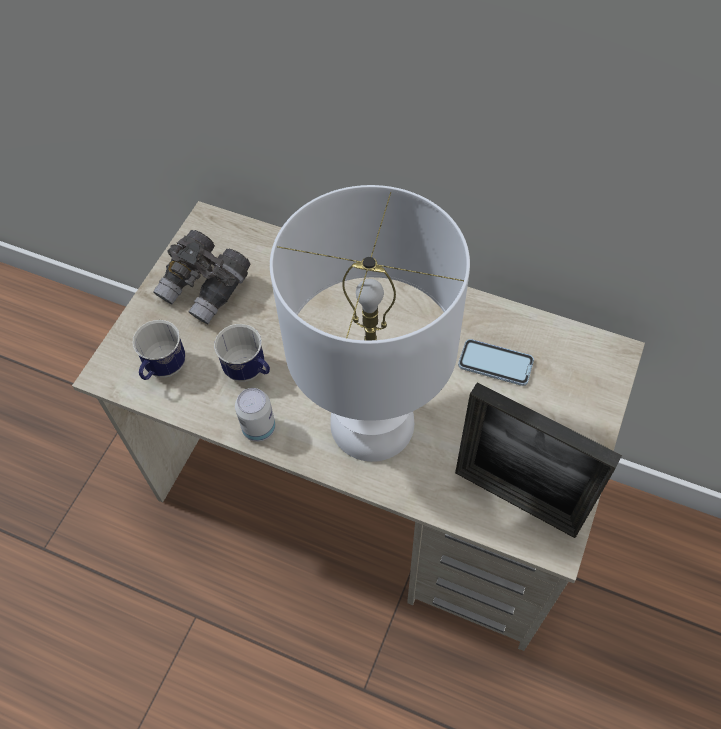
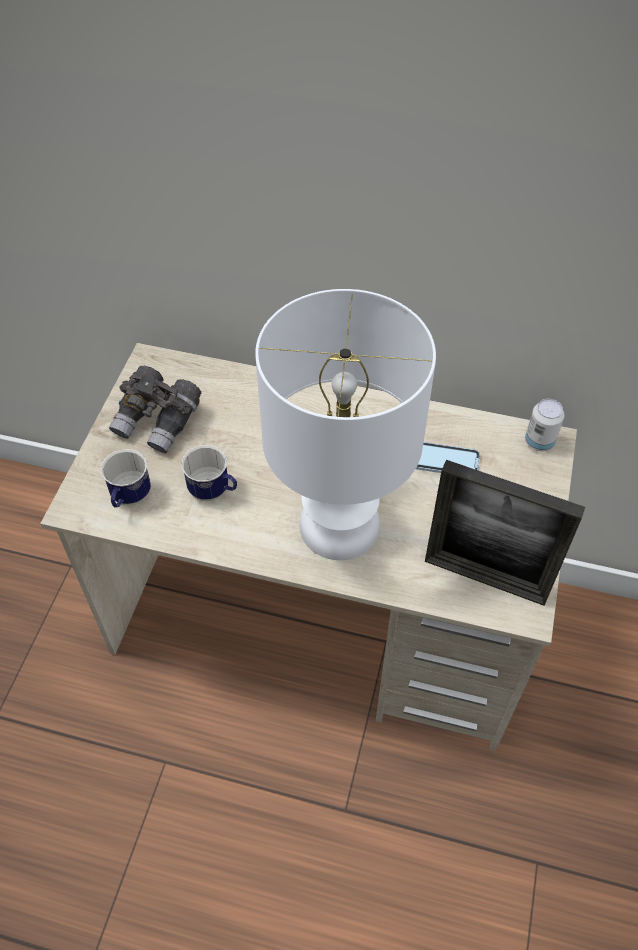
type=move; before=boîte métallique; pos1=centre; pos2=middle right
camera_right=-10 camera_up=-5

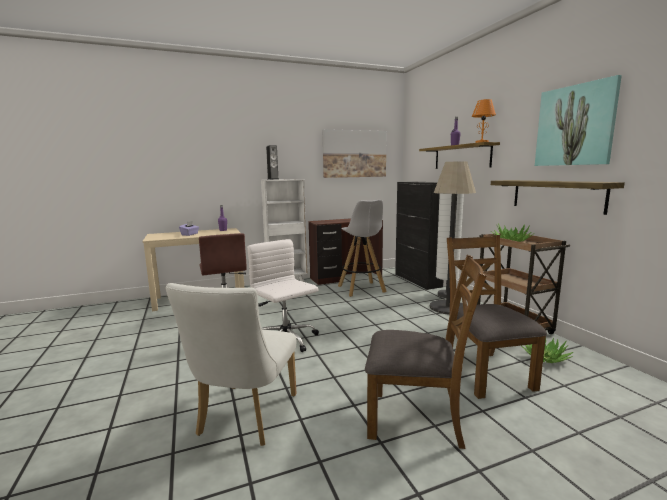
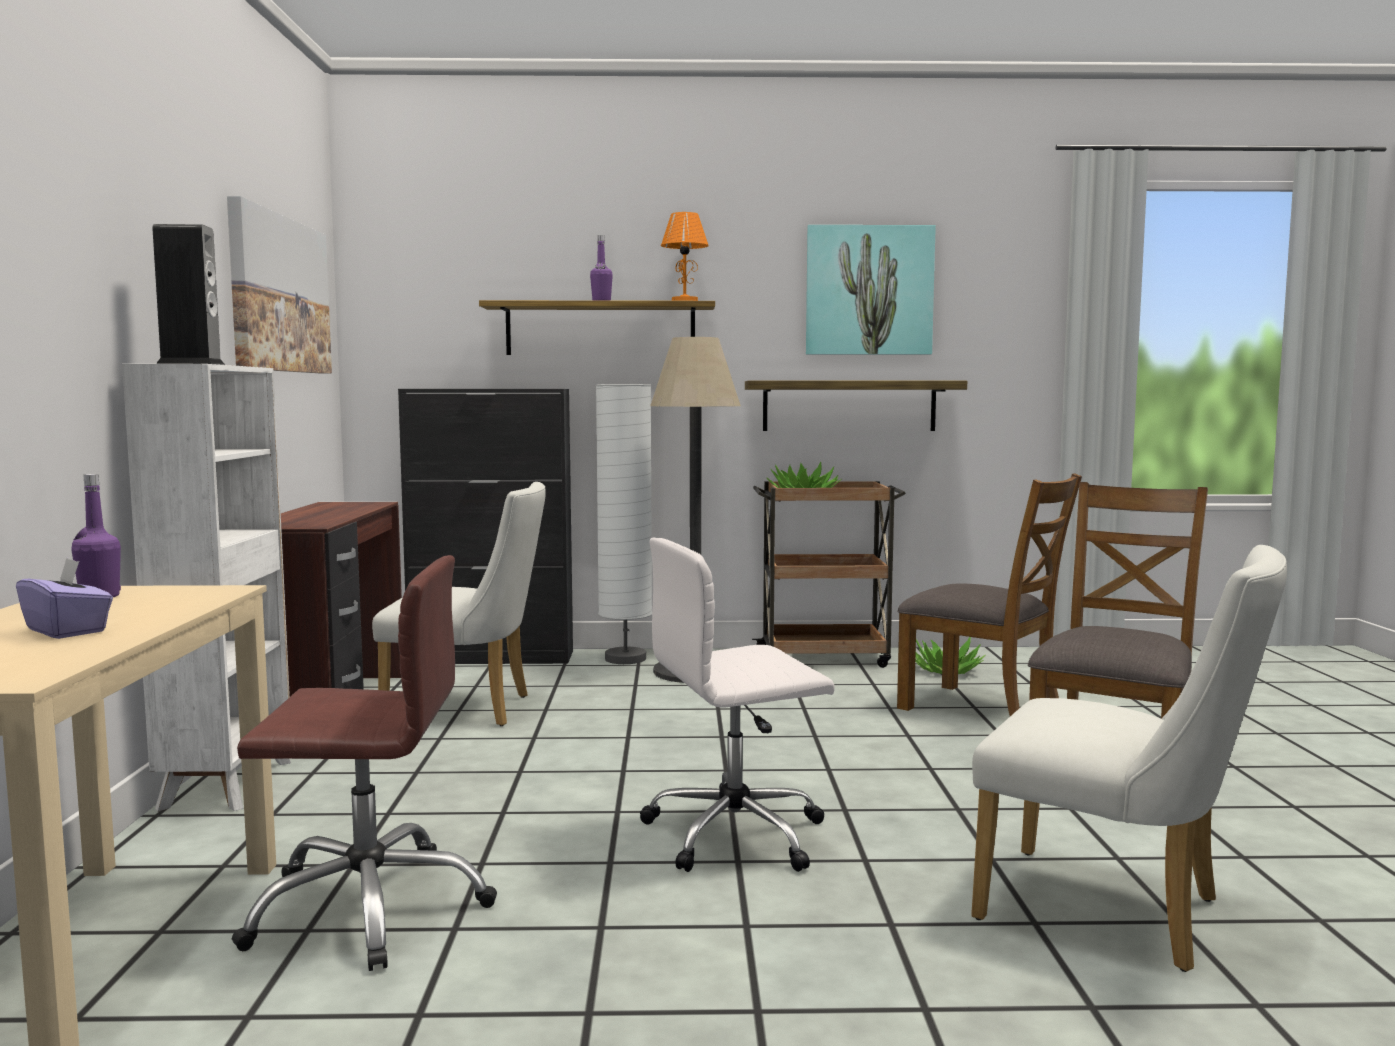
type=replace; before=tabouret (blanc); after=chaise (blanc) (1st from left); pos1=centre; pos2=middle left
type=rotate; before=chaise (marron) (2nd from left in the first image); pos1=middle right; pos2=middle right; turn=-150
camera_right=-70 camera_up=-5

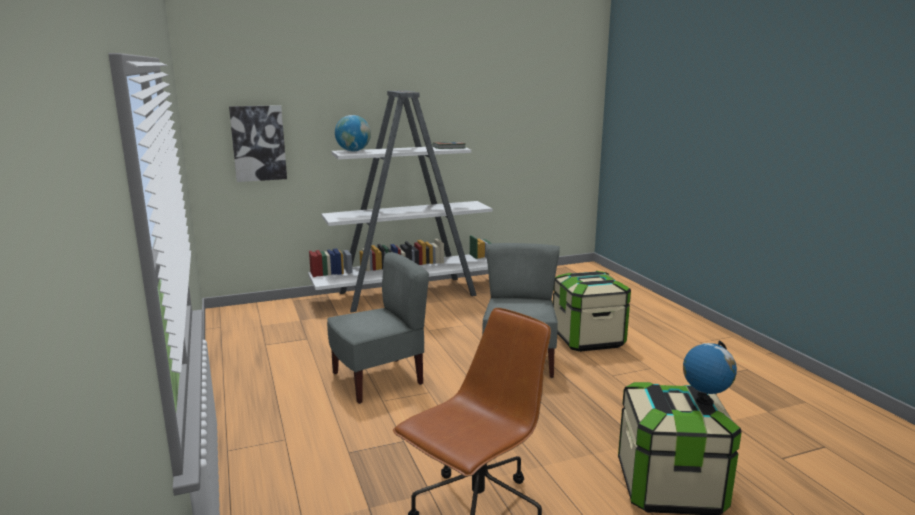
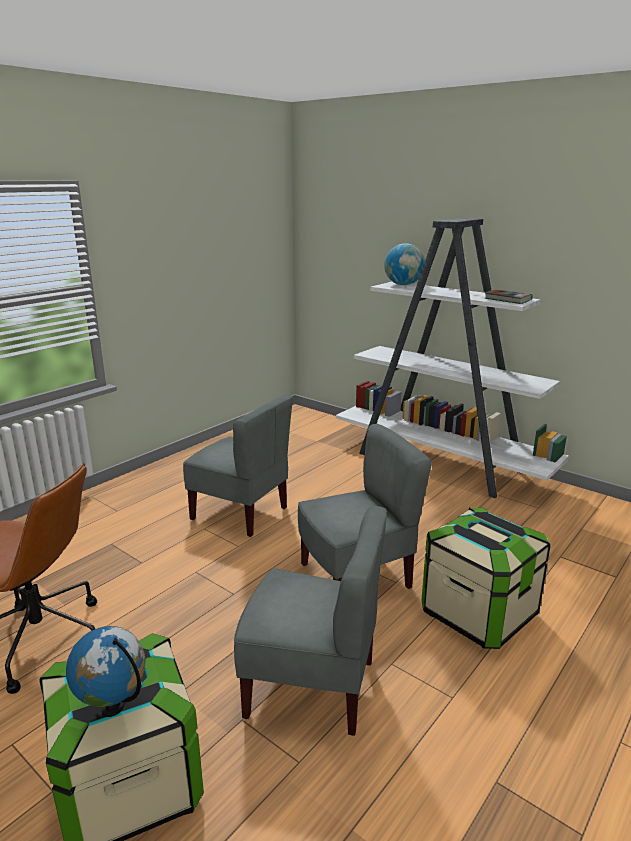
type=delete; before=tableau; pos1=top left
type=insert; after=chaise (gris) (2nd from left); pos2=bottom centre
camera_right=60 camera_up=5

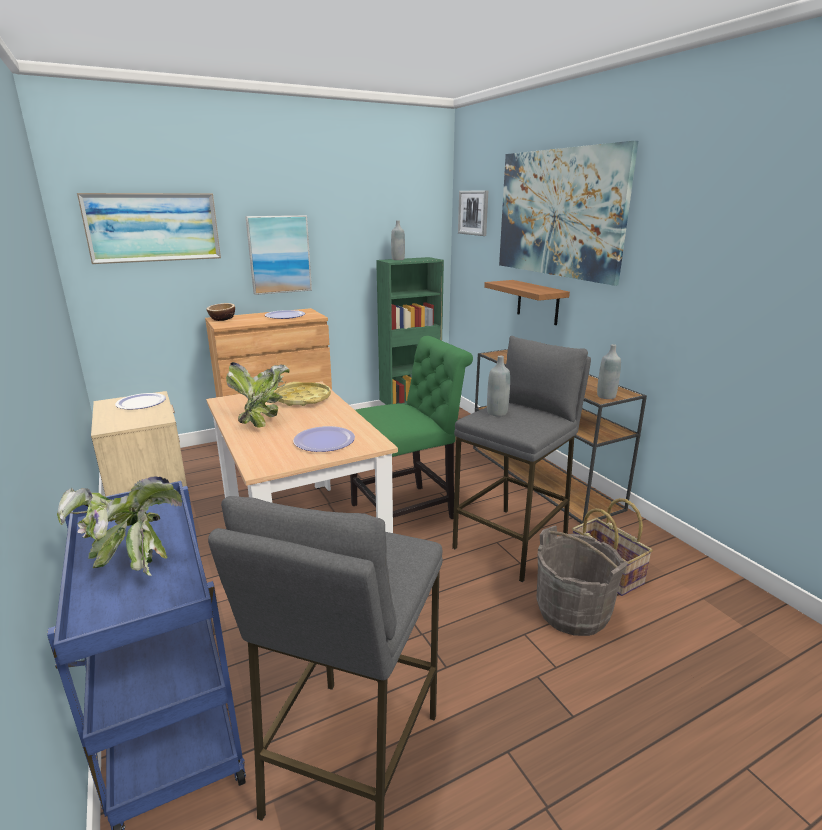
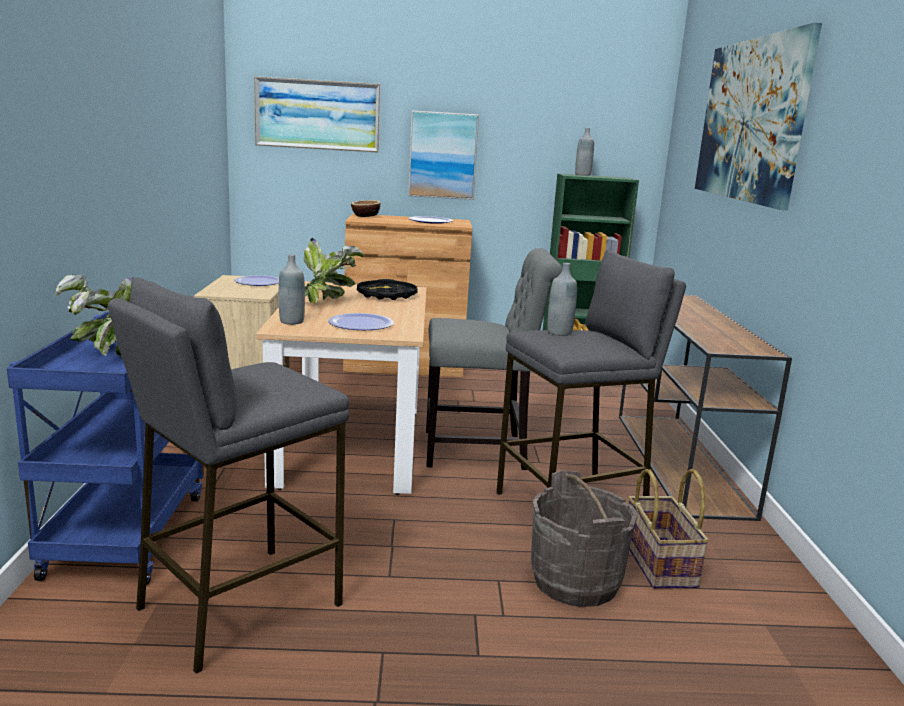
type=delete; before=tableau (3rd from left); pos1=top centre
type=delete; before=étagère; pos1=centre
type=recolor; before=chaise (vert); after=chaise (gris); pos1=centre; pos2=centre
type=move; before=bouteille (gris) (3rd from left in the first image); after=bouteille (gris) (1st from left); pos1=middle right; pos2=middle left
type=recolor; before=plateau (jaune); after=plateau (noir); pos1=centre; pos2=centre
camera_right=25 camera_up=-5

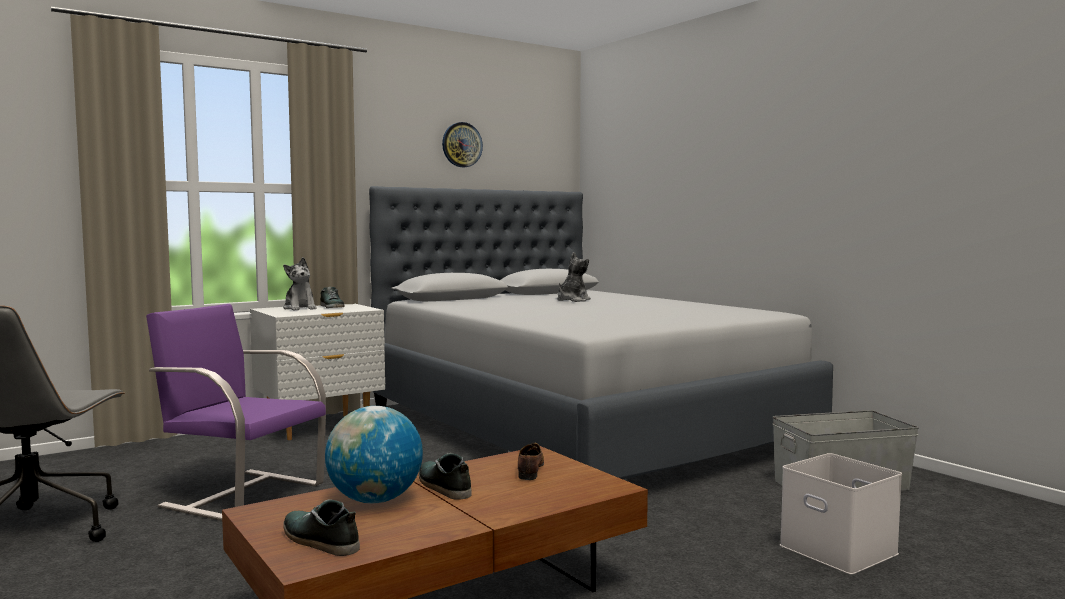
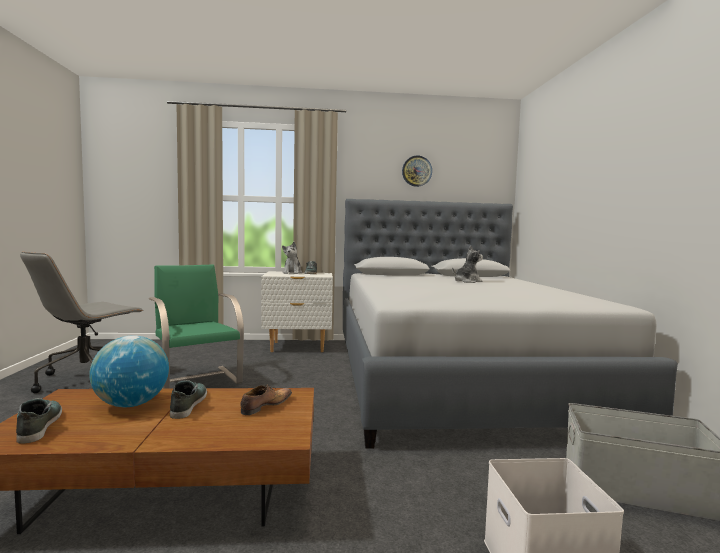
type=recolor; before=chaise (violet); after=chaise (vert); pos1=bottom left; pos2=middle left
camera_right=30 camera_up=0

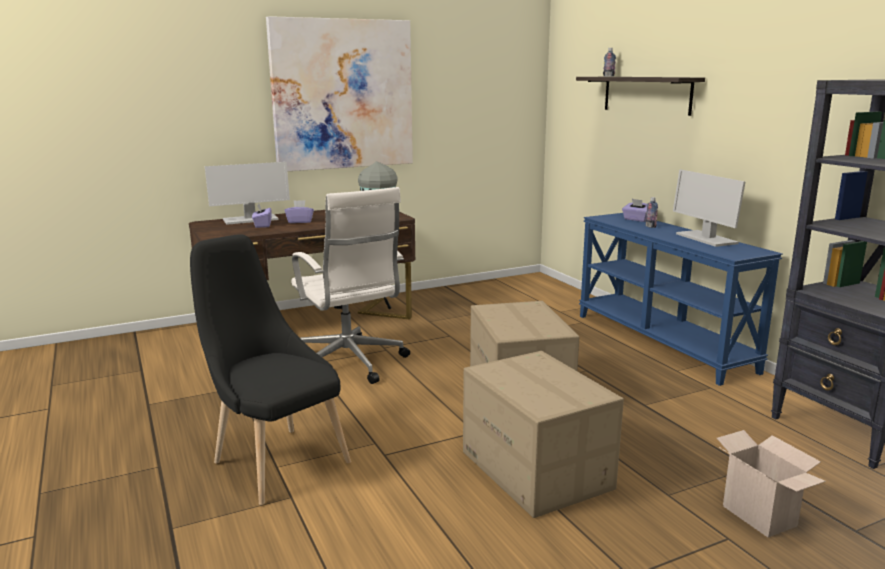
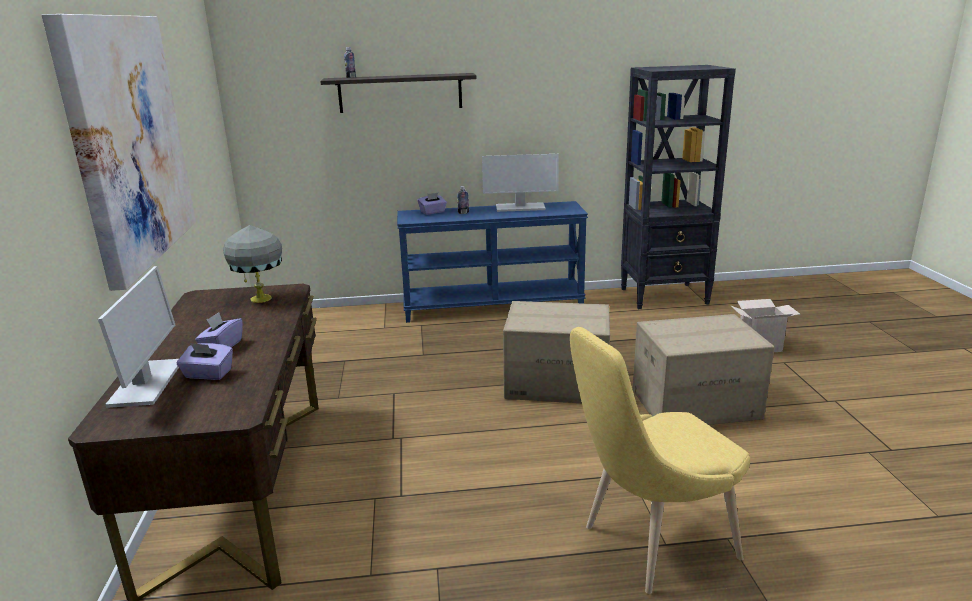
type=delete; before=chaise de bureau (blanc); pos1=centre
type=recolor; before=chaise (noir); after=chaise (jaune); pos1=middle left; pos2=bottom right
camera_right=-70 camera_up=5

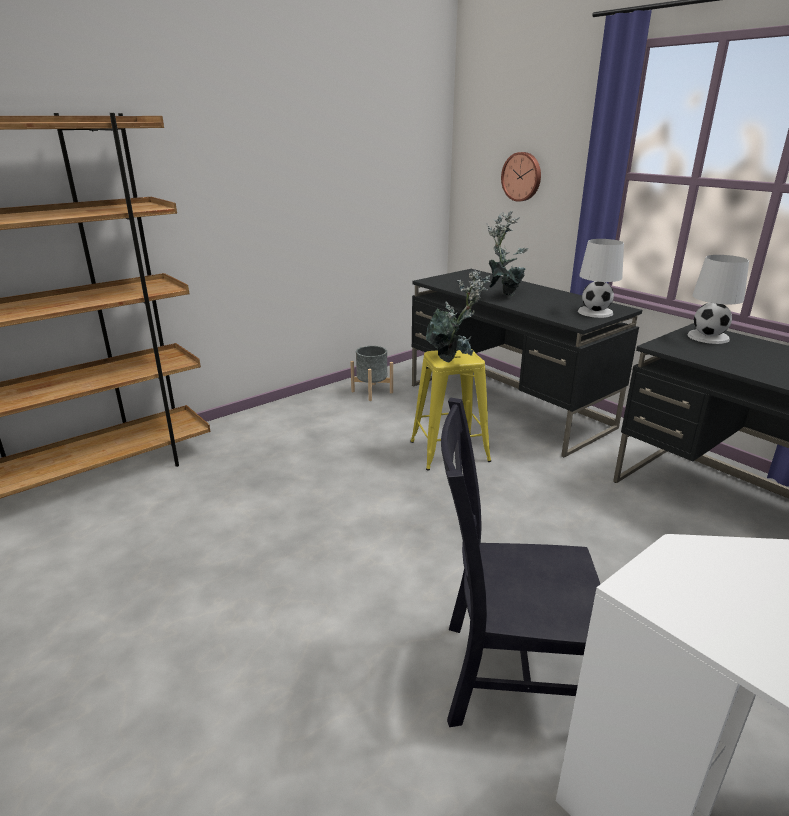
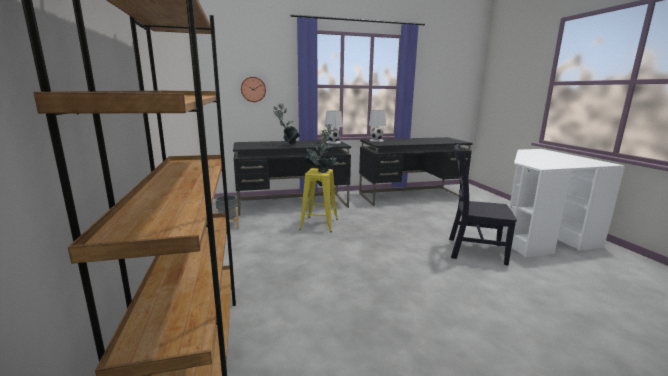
type=rotate; before=chaise (noir); pos1=bottom centre; pos2=middle right; turn=75
camera_right=-65 camera_up=-10

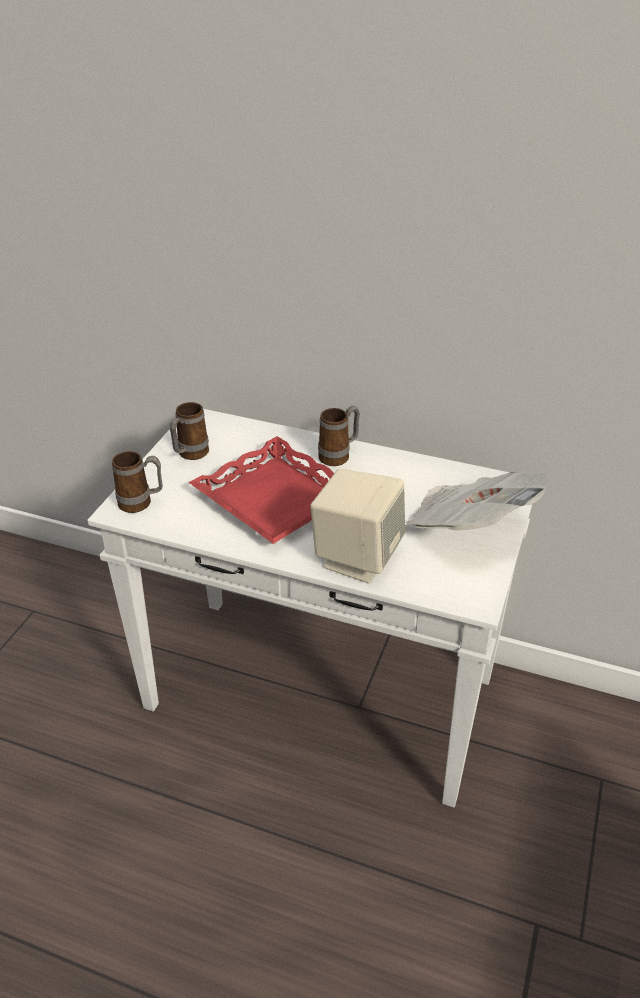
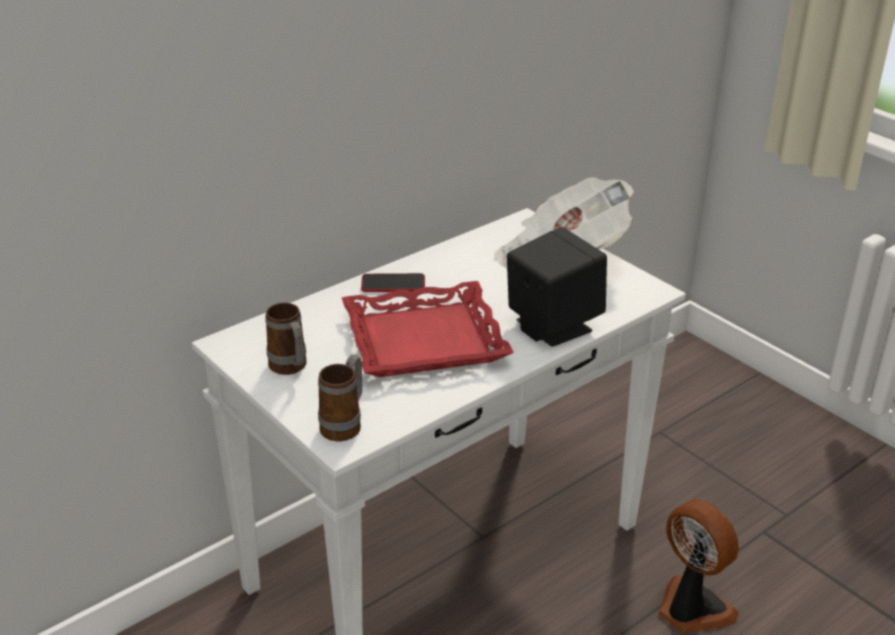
type=replace; before=mug (3rd from left); after=téléphone; pos1=centre; pos2=centre
type=recolor; before=enceinte (beige); after=enceinte (noir); pos1=centre; pos2=centre
type=insert; after=ventilateur; pos2=bottom right
camera_right=-60 camera_up=-5

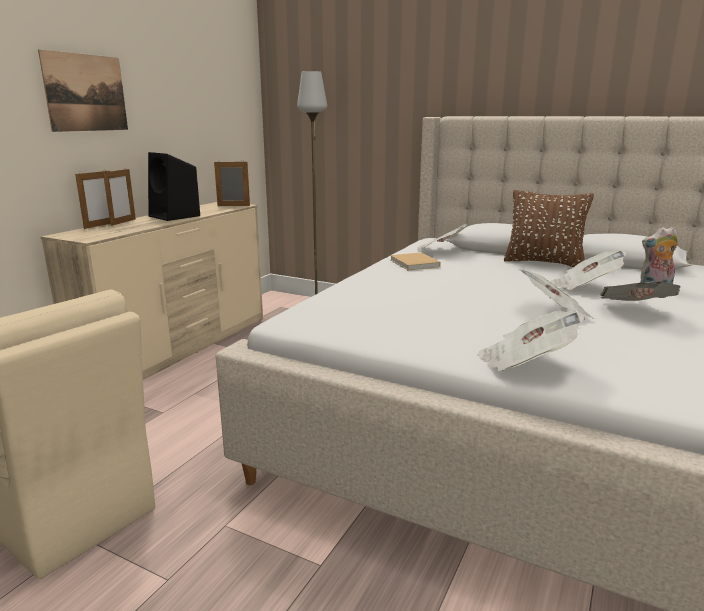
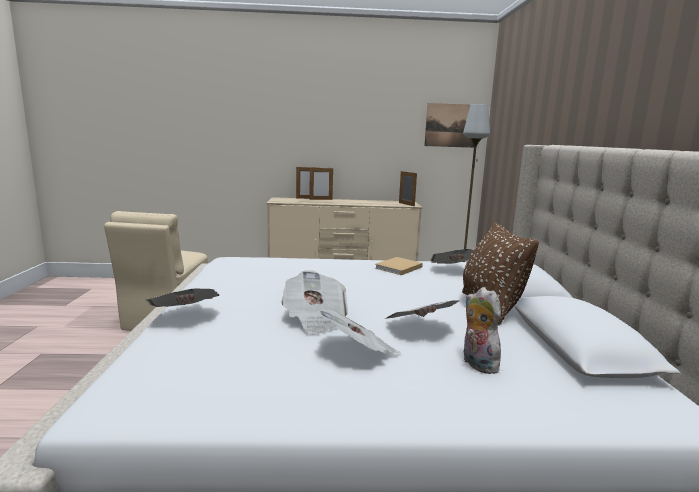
type=move; before=tableau; pos1=top left; pos2=top centre
type=delete; before=enceinte (noir); pos1=top left
camera_right=60 camera_up=-5

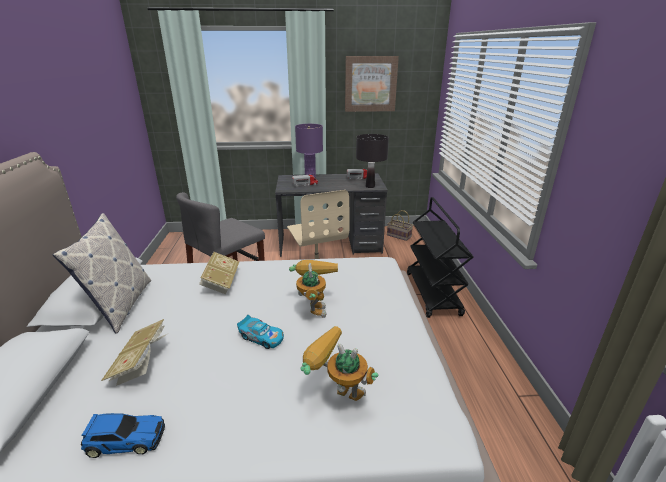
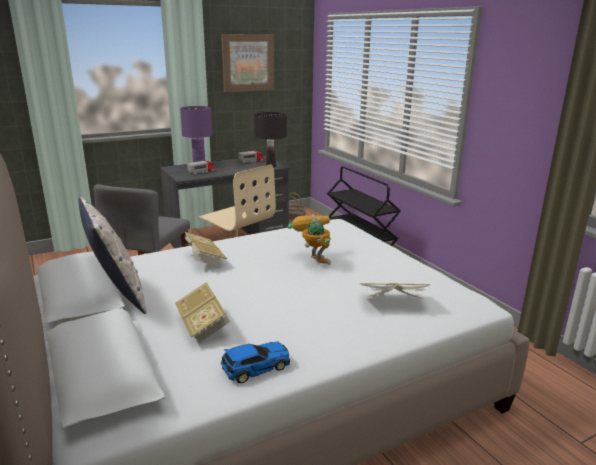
type=delete; before=petite voiture (2nd from left); pos1=bottom centre
type=replace; before=robot jouet (2nd from left); after=livre (3rd from left); pos1=bottom centre; pos2=centre
camera_right=-25 camera_up=-5

